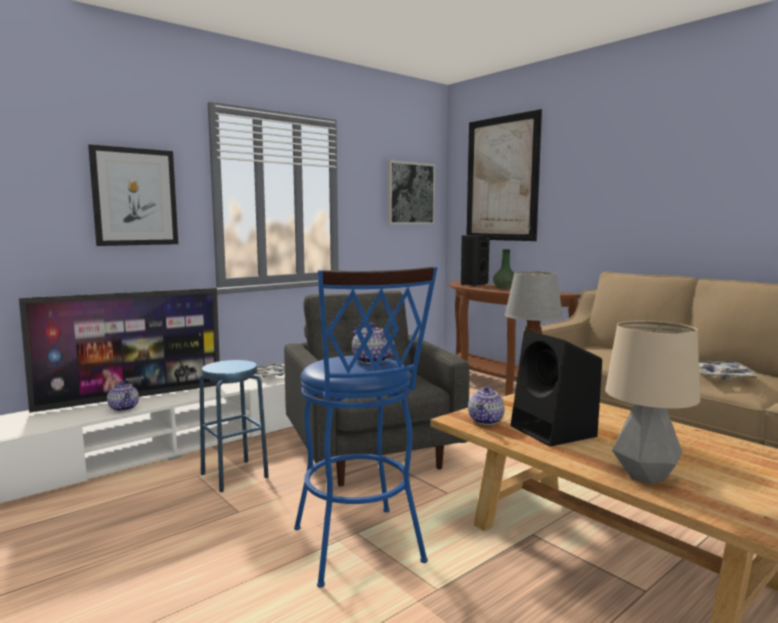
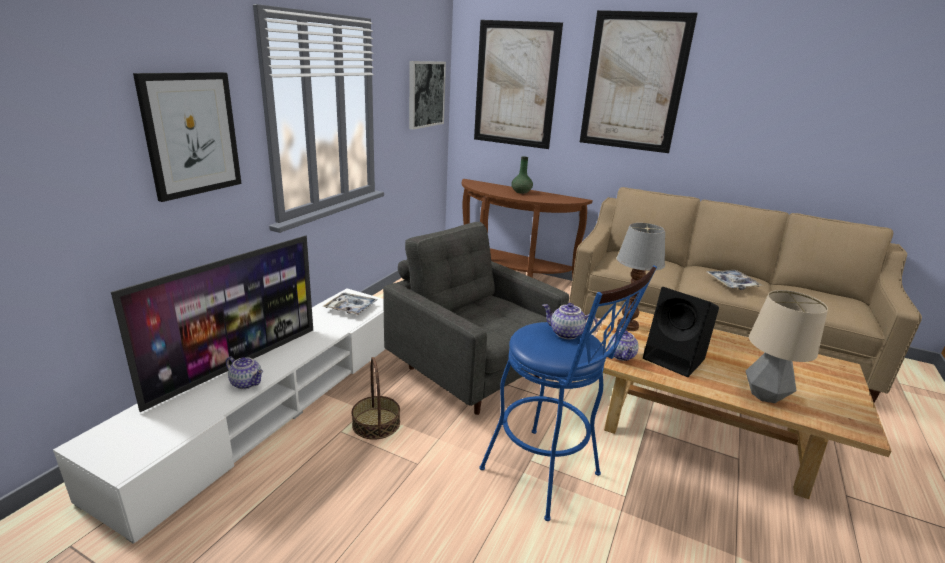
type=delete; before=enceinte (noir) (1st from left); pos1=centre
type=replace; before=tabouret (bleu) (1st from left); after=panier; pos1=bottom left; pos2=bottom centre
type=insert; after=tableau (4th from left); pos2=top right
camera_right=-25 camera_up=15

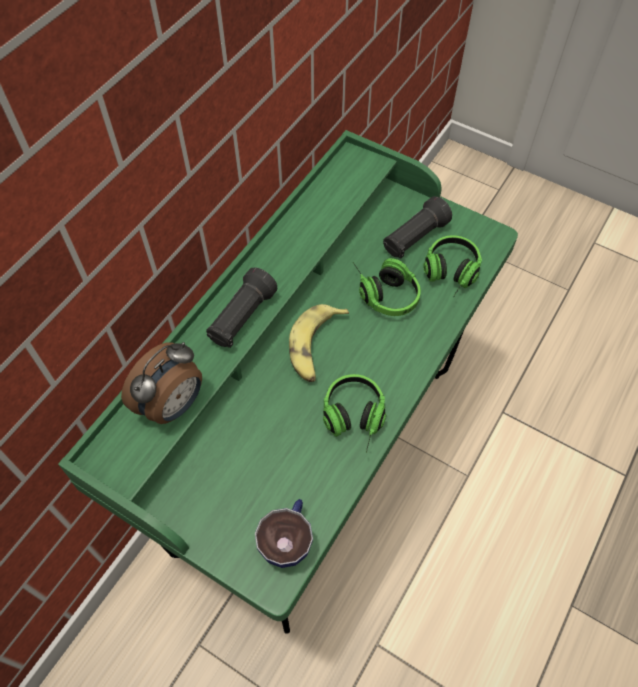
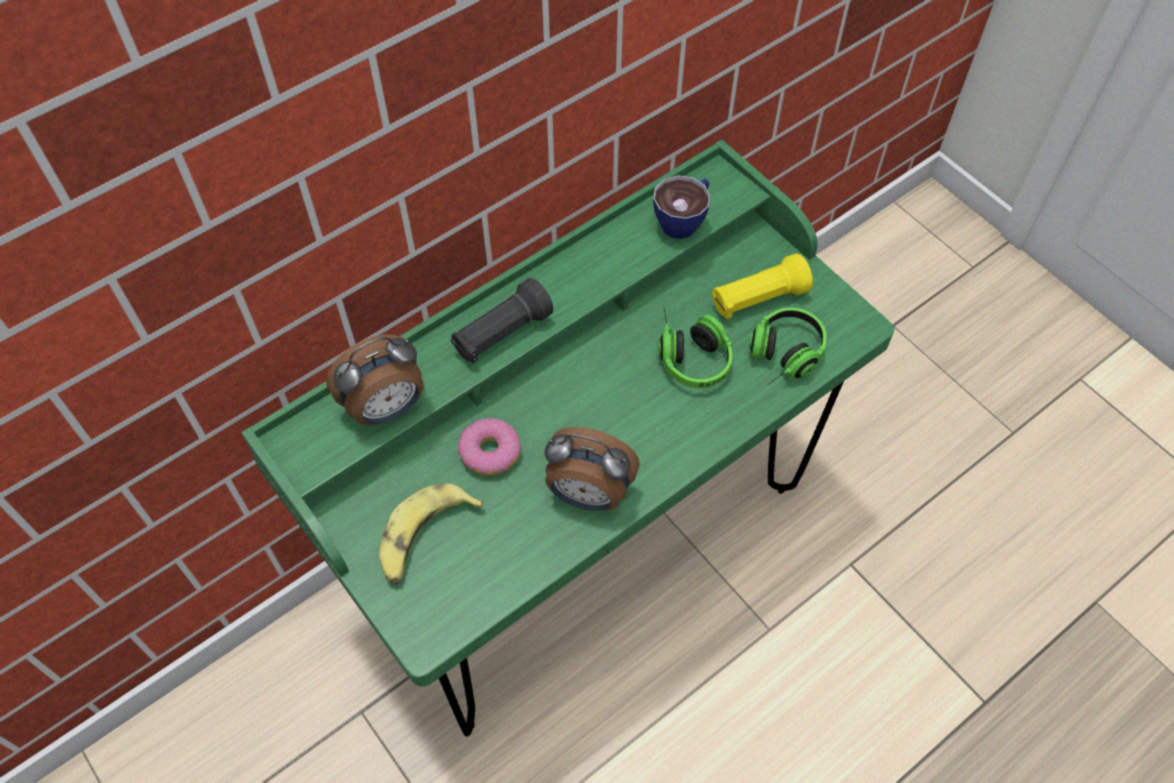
type=recolor; before=lampe de poche (noir) (2nd from left); after=lampe de poche (jaune); pos1=top centre; pos2=centre
type=move; before=banane; pos1=centre; pos2=bottom centre
type=replace; before=casque audio (1st from left); after=réveil (2nd from left); pos1=centre; pos2=centre
type=move; before=tasse; pos1=bottom centre; pos2=top centre
type=insert; after=beignet; pos2=centre
camera_right=20 camera_up=0

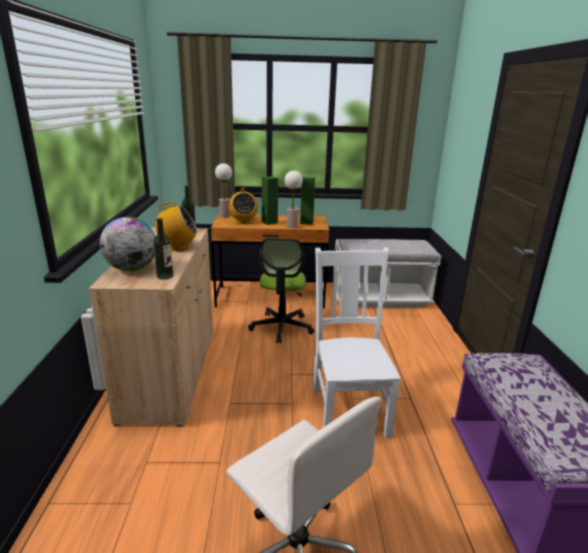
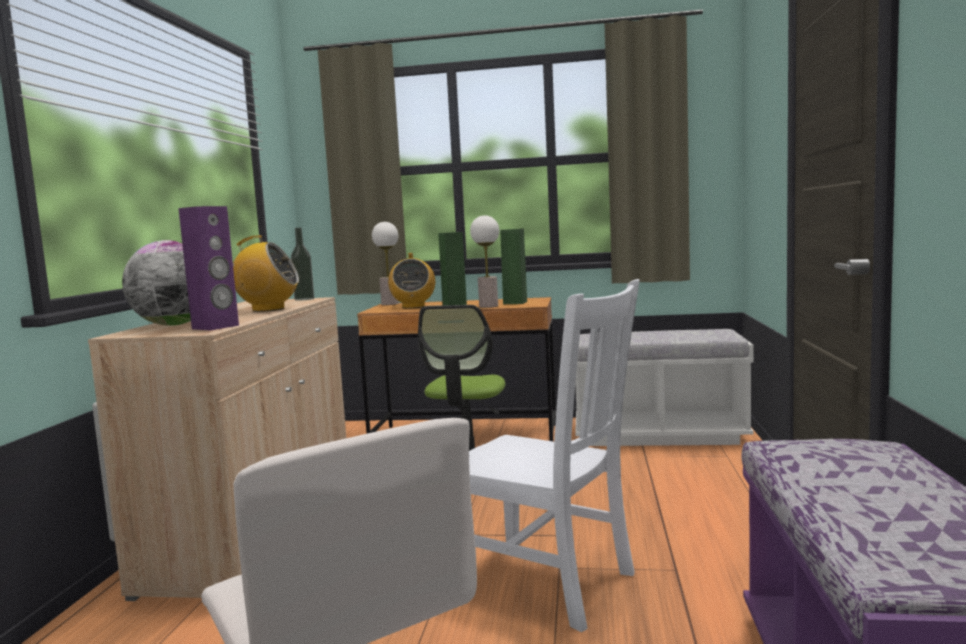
type=replace; before=bouteille (1st from left); after=enceinte (violet); pos1=middle left; pos2=middle left
type=rotate; before=chaise (blanc); pos1=centre; pos2=bottom centre; turn=120
camera_right=10 camera_up=-15

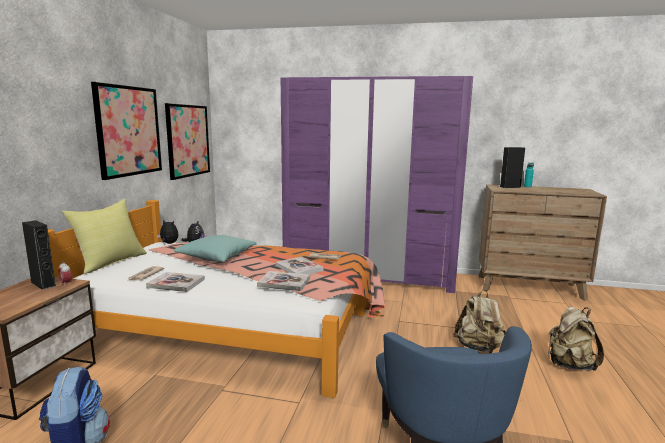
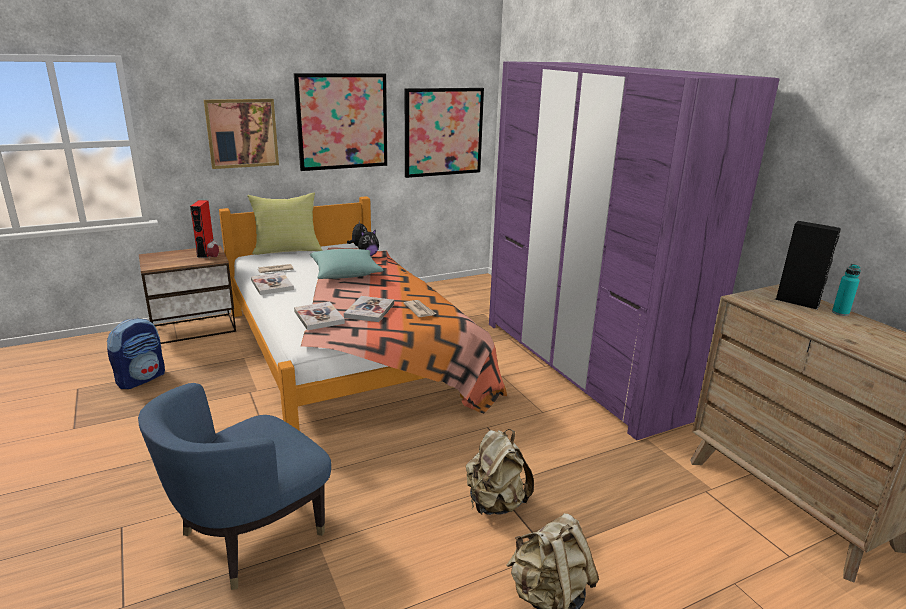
type=recolor; before=enceinte (noir) (1st from left); after=enceinte (rouge); pos1=middle left; pos2=middle left
type=insert; after=tableau (1st from left); pos2=top left
camera_right=50 camera_up=10

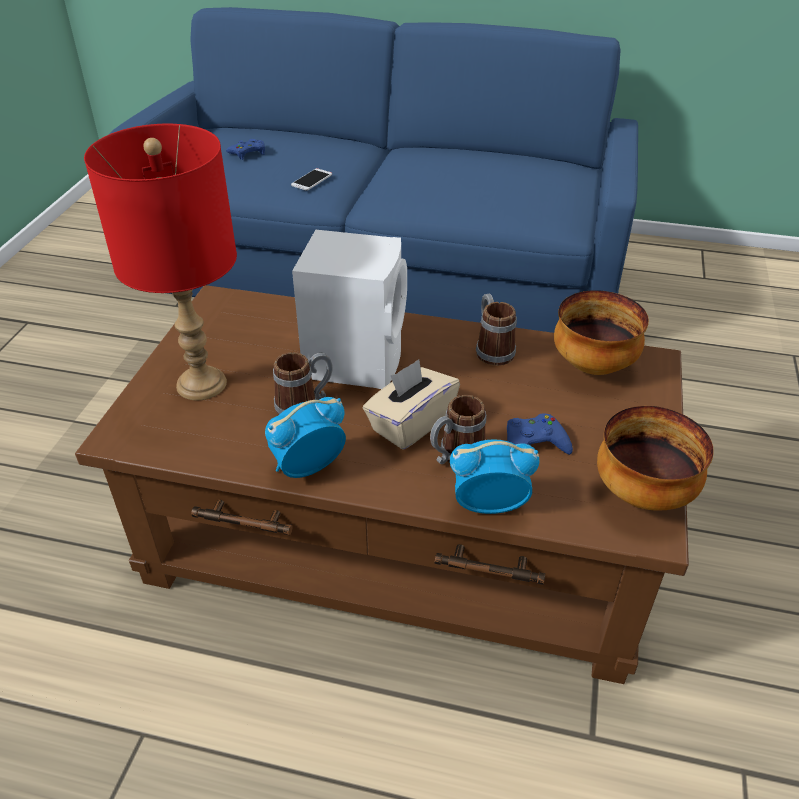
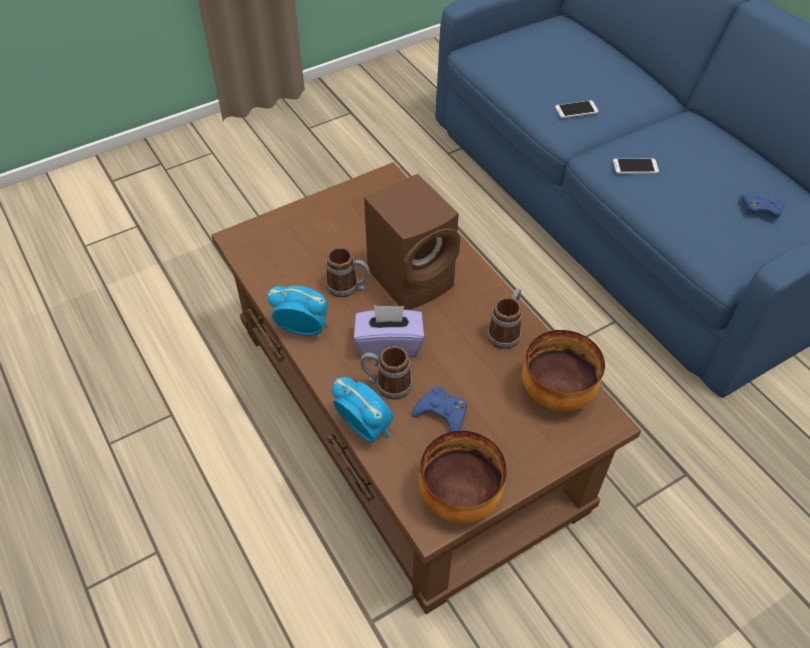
type=delete; before=lampe de table (rouge); pos1=top left
type=move; before=manette (bleu) (1st from left in the first image); after=manette (bleu) (2nd from left); pos1=top left; pos2=top right
type=recolor; before=enceinte (blanc); after=enceinte (marron); pos1=centre; pos2=centre
type=recolor; before=boîte à mouchoirs (beige); after=boîte à mouchoirs (violet); pos1=centre; pos2=centre
type=insert; after=téléphone (2nd from left); pos2=top right
camera_right=45 camera_up=10

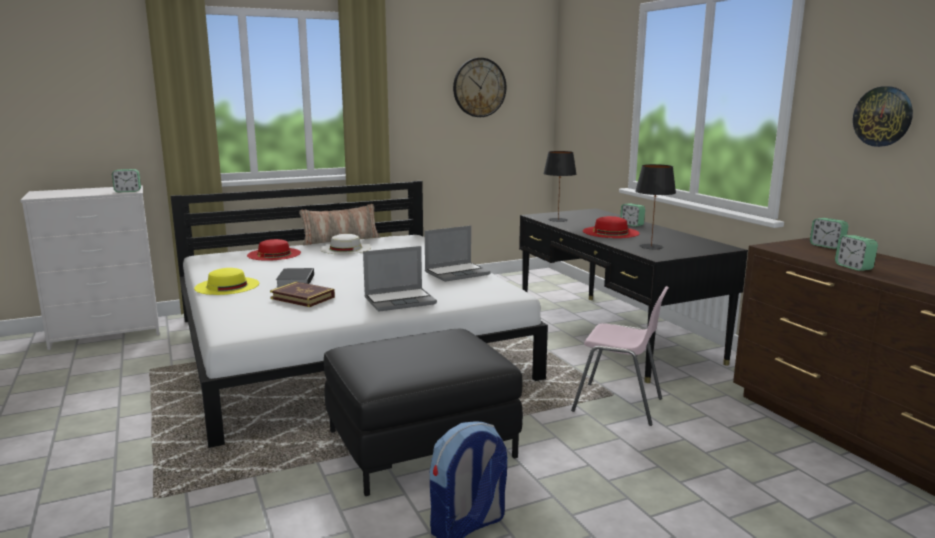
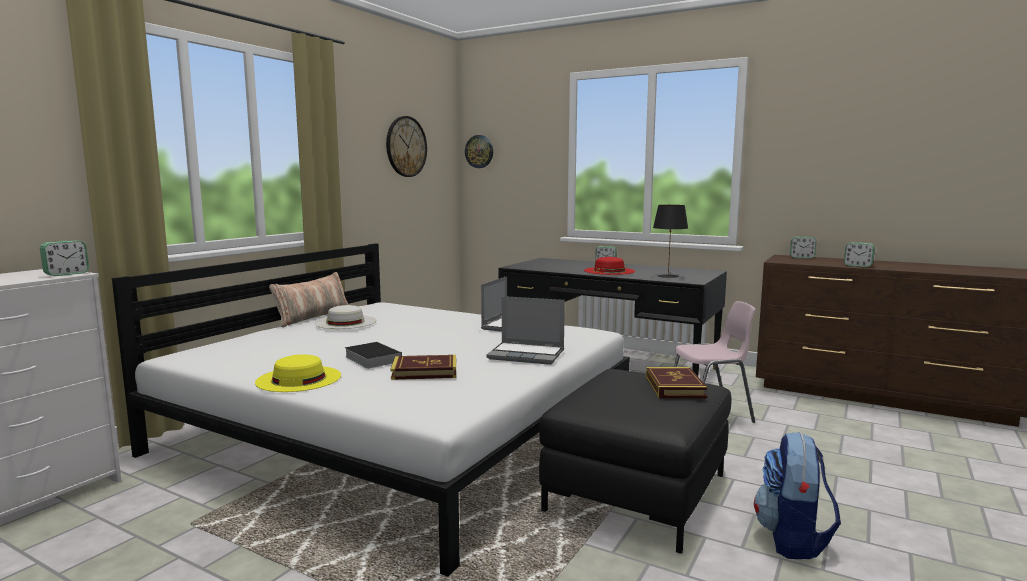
type=move; before=horloge murale (2nd from left); pos1=top right; pos2=top centre
type=delete; before=lampe de table (noir) (1st from left); pos1=centre
type=delete; before=chapeau (rouge) (1st from left); pos1=middle left
type=rotate; before=ordinateur portable (1st from left in the first image); pos1=centre; pos2=centre; turn=75
type=insert; after=livre (3rd from left); pos2=centre
camera_right=-35 camera_up=-5

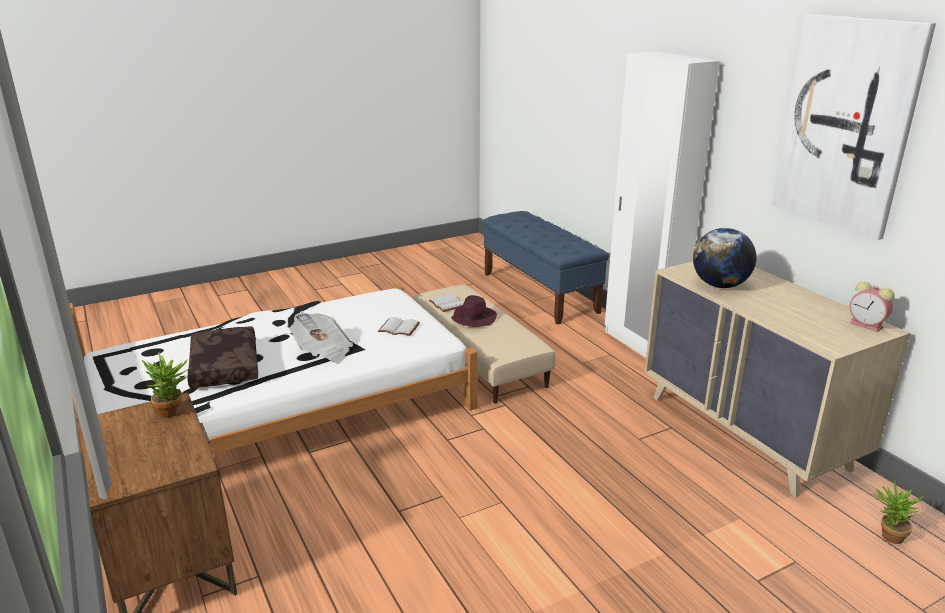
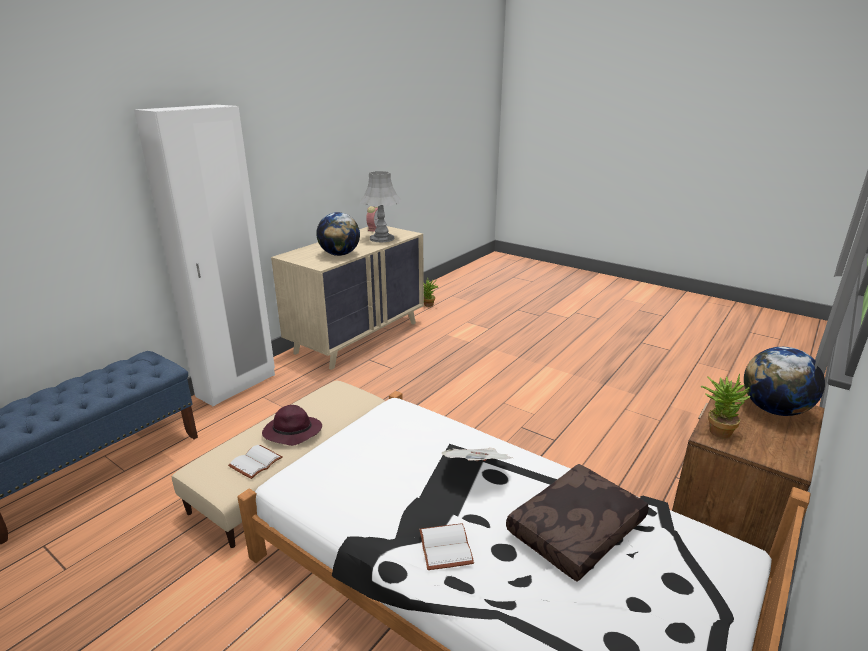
type=delete; before=tableau; pos1=top right
type=move; before=livre (blanc) (1st from left in the first image); after=livre (blanc) (2nd from left); pos1=centre; pos2=bottom centre
type=insert; after=lampe de table (gris); pos2=top centre
type=insert; after=globe (2nd from left); pos2=middle right
camera_right=-115 camera_up=0

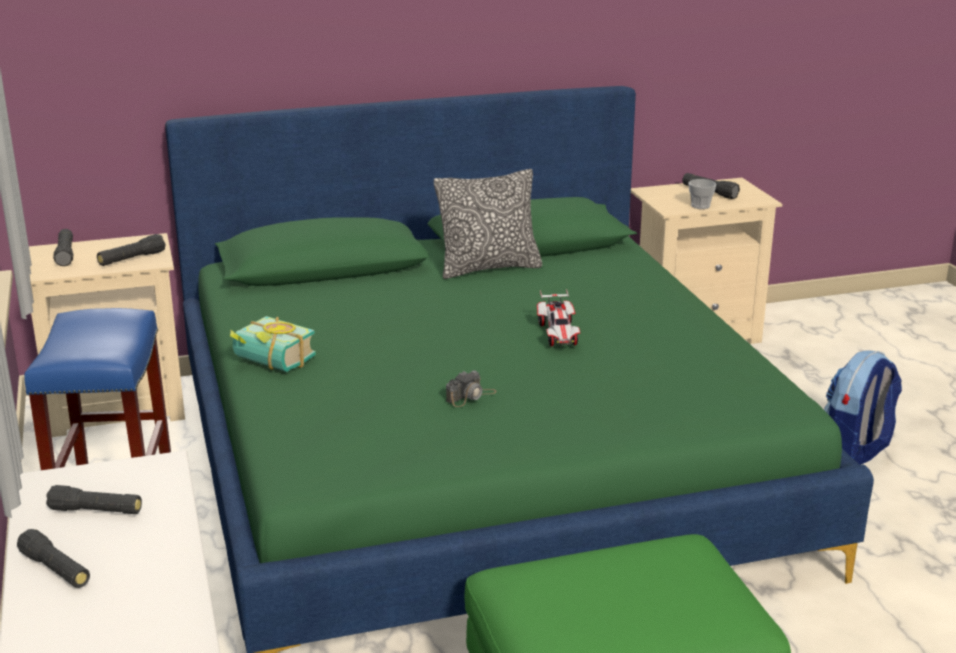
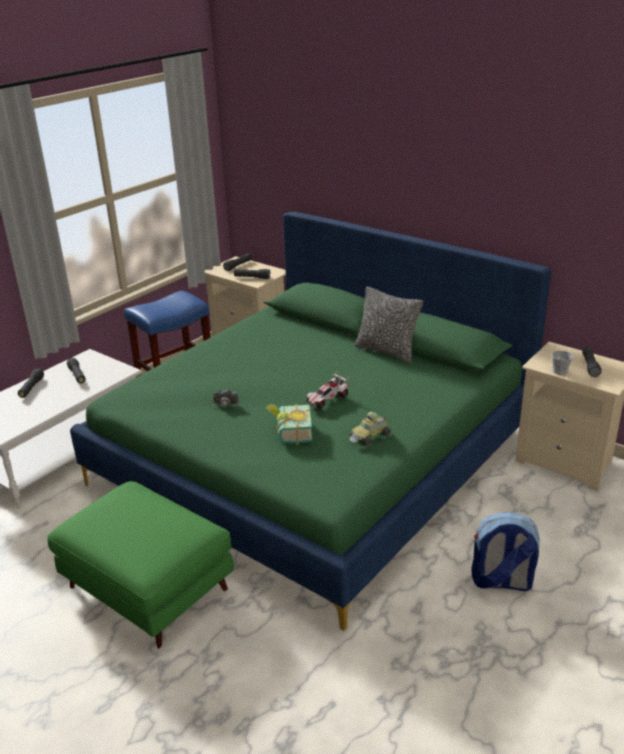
type=move; before=livre; pos1=middle left; pos2=centre
type=insert; after=petite voiture (2nd from left); pos2=centre
camera_right=55 camera_up=5

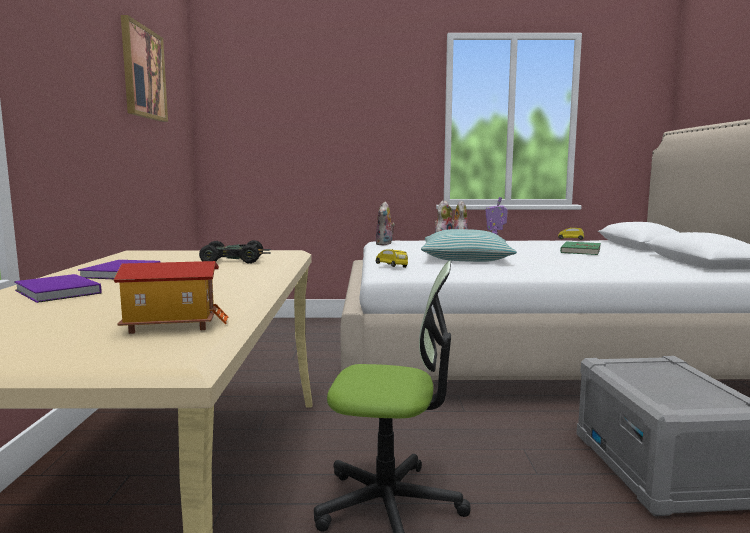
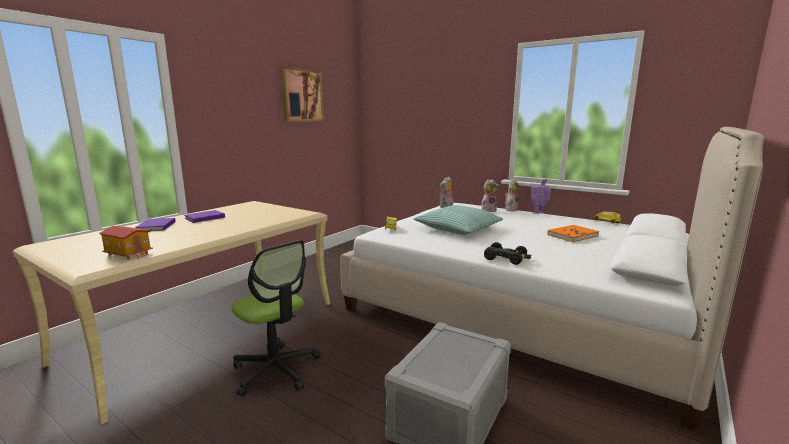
type=move; before=petite voiture (noir); pos1=middle left; pos2=centre
type=recolor; before=livre (vert); after=livre (orange); pos1=middle right; pos2=middle right
camera_right=35 camera_up=5

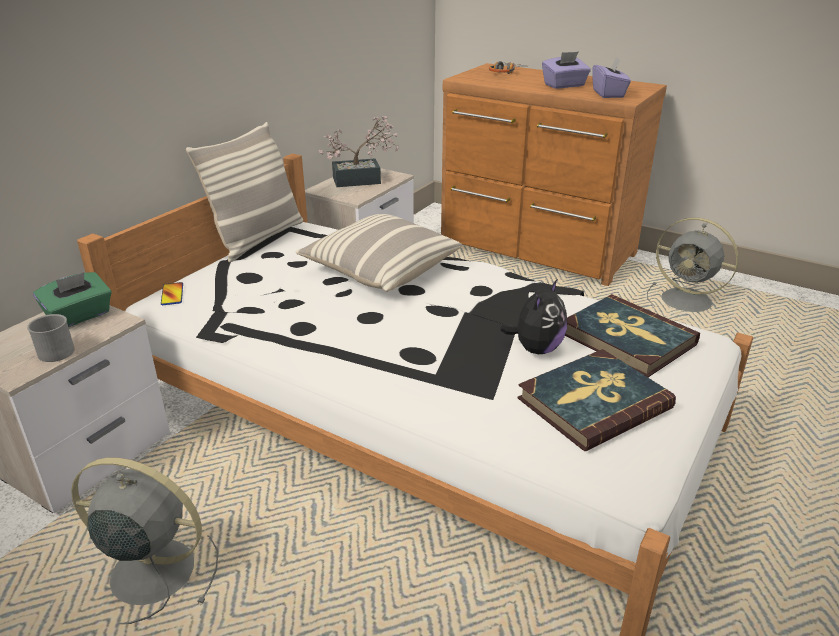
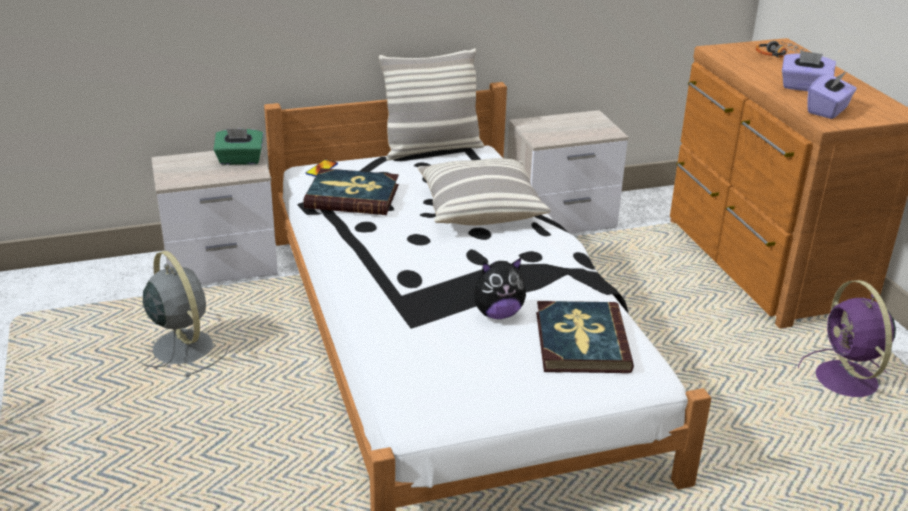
type=delete; before=plante en pot; pos1=top centre
type=recolor; before=ventilateur (gris) (2nd from left); after=ventilateur (violet); pos1=middle right; pos2=middle right
type=delete; before=mug (gris); pos1=middle left
type=move; before=livre (1st from left); pos1=middle right; pos2=centre
camera_right=40 camera_up=0

